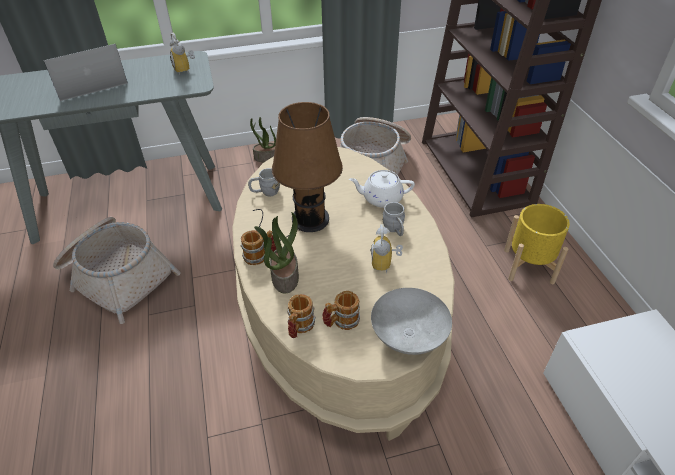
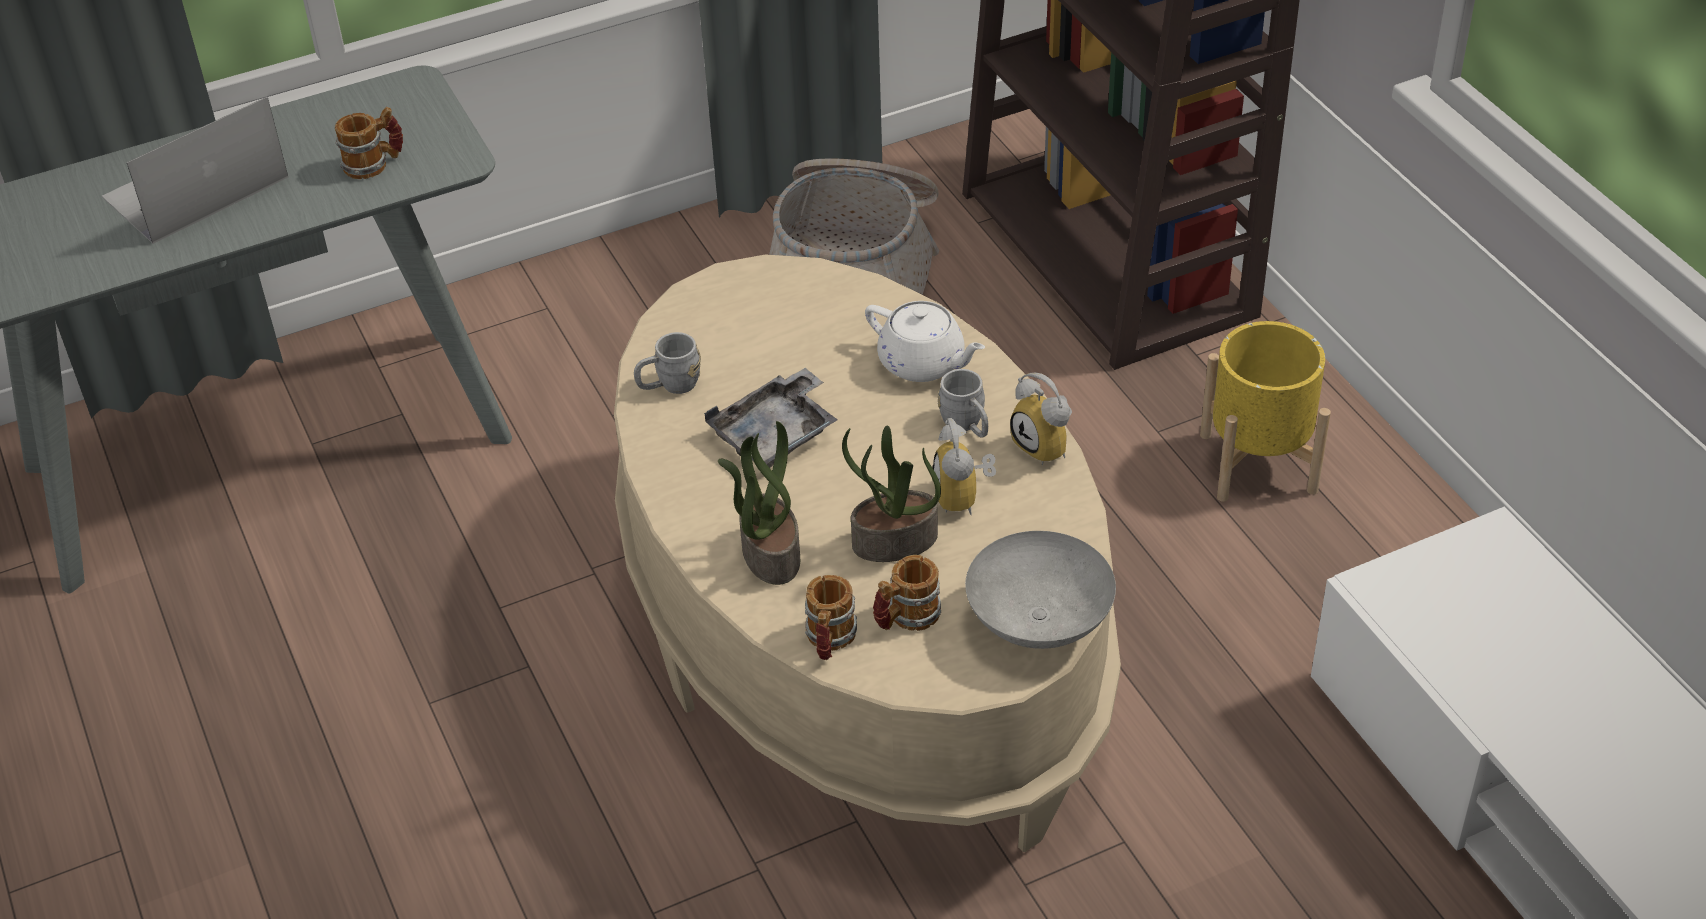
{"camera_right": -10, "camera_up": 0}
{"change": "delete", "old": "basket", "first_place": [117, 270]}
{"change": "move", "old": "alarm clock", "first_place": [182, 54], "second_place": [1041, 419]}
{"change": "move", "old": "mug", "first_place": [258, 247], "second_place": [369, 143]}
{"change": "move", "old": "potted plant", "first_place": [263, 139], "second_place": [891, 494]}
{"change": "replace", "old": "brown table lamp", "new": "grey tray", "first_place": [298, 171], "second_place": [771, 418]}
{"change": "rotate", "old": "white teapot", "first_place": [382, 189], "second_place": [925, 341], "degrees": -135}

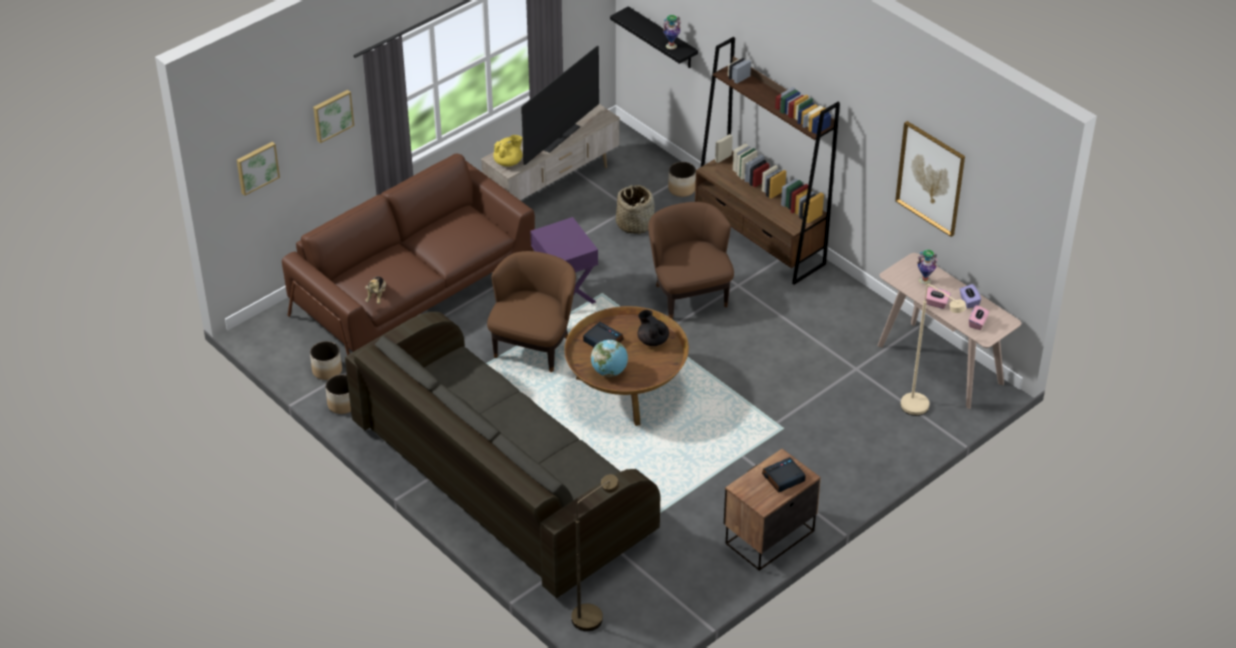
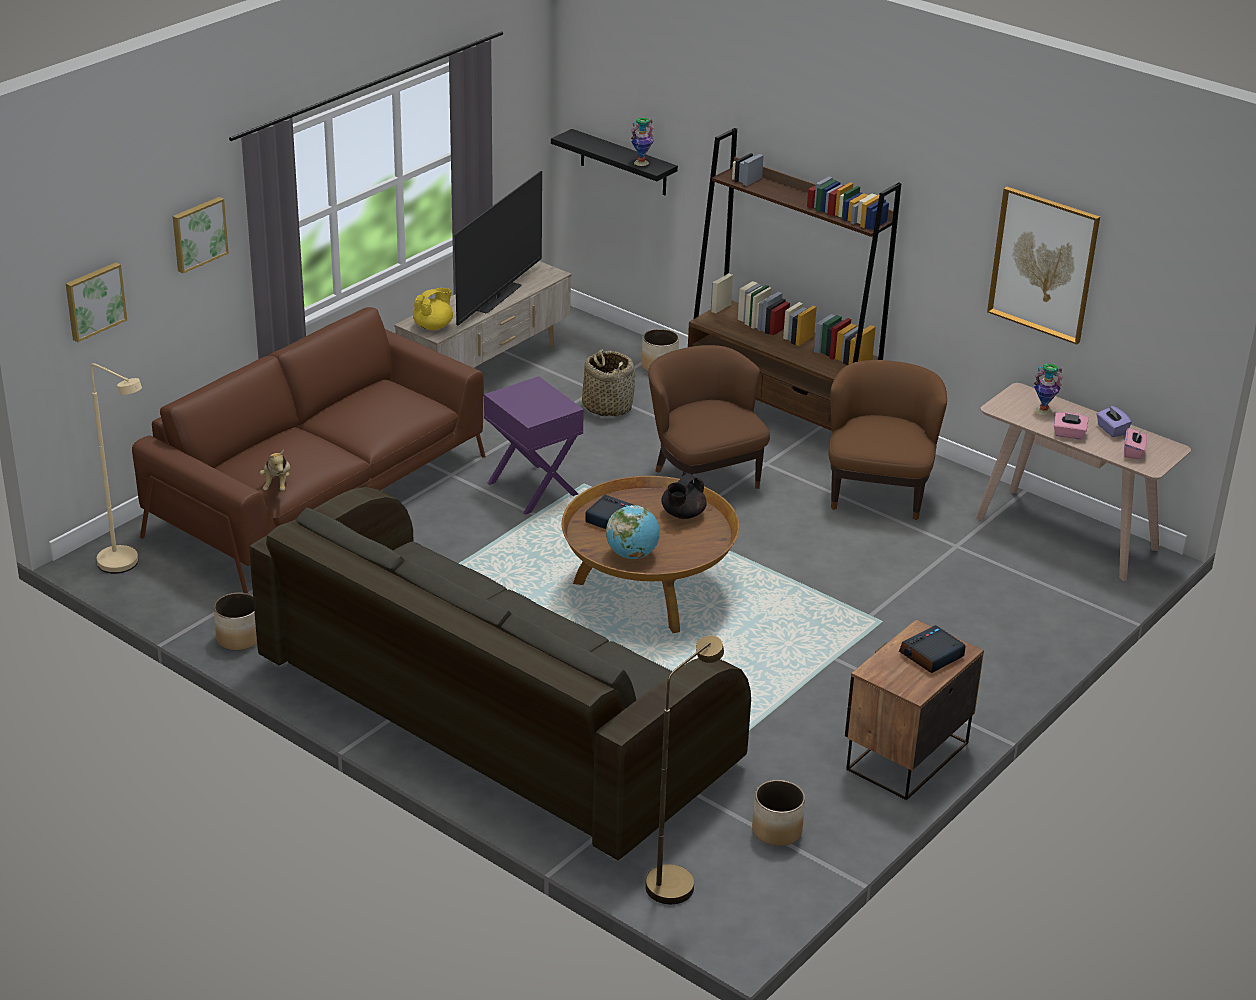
{"camera_right": -10, "camera_up": -10}
{"change": "move", "old": "planter", "first_place": [326, 360], "second_place": [778, 813]}
{"change": "move", "old": "brown armchair", "first_place": [531, 311], "second_place": [888, 440]}
{"change": "move", "old": "beige floor lamp", "first_place": [933, 350], "second_place": [116, 468]}
{"change": "rotate", "old": "black teapot", "first_place": [653, 328], "second_place": [684, 495], "degrees": -105}

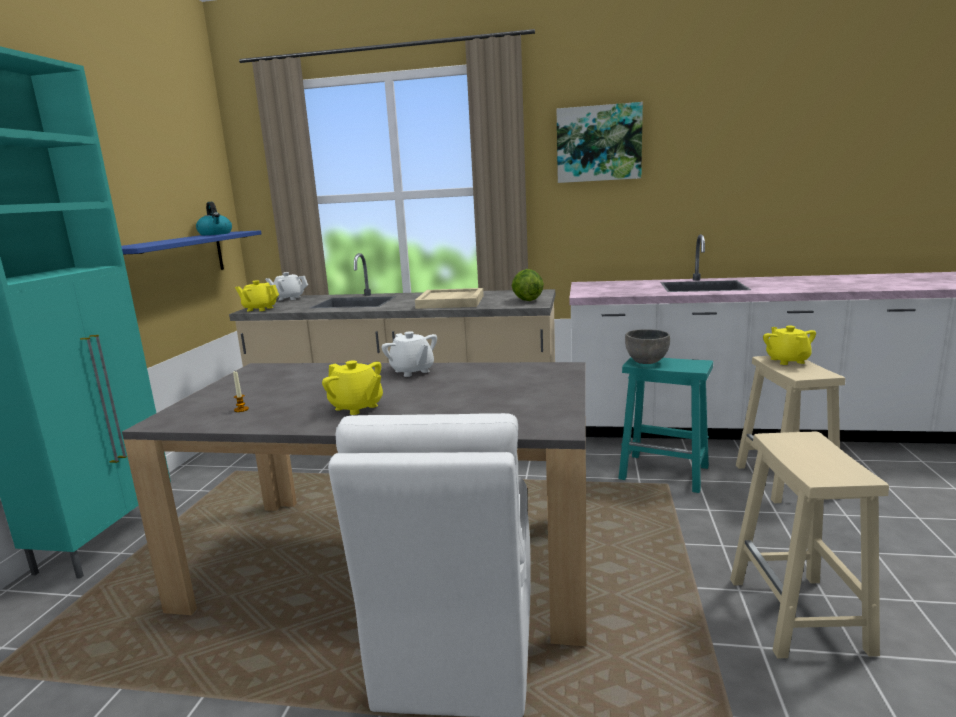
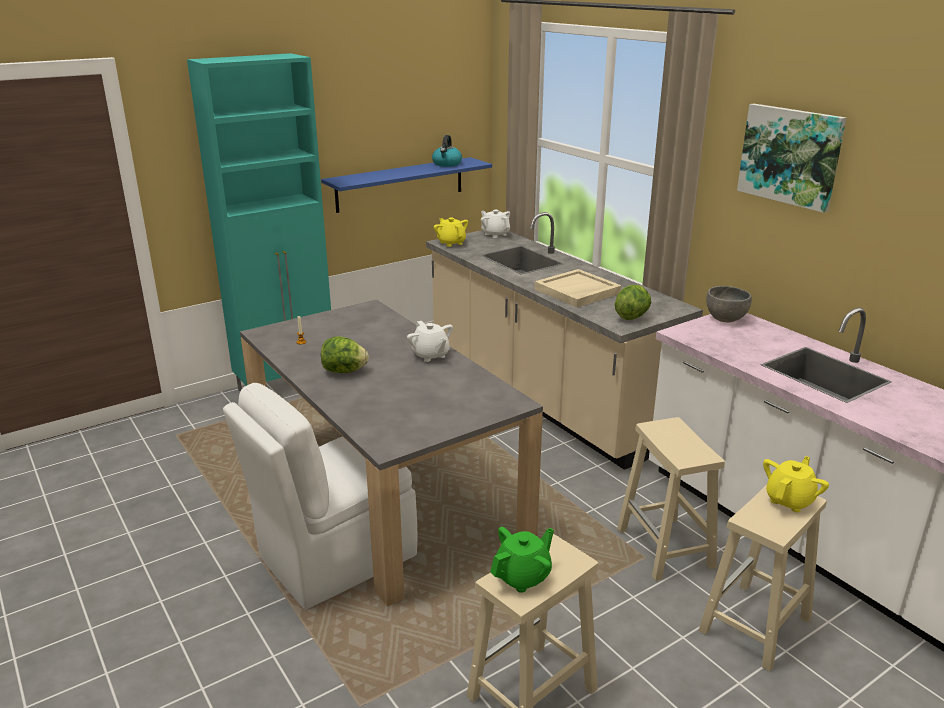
{"camera_right": 45, "camera_up": 10}
{"change": "insert", "new": "green teapot", "second_place": [522, 560]}
{"change": "move", "old": "grey bowl", "first_place": [647, 346], "second_place": [729, 304]}
{"change": "replace", "old": "yellow teapot", "new": "lettuce", "first_place": [352, 387], "second_place": [345, 354]}
{"change": "recolor", "old": "turquoise stool", "new": "beige stool", "first_place": [665, 425], "second_place": [671, 499]}
{"change": "rotate", "old": "white teapot", "first_place": [409, 354], "second_place": [430, 341], "degrees": -45}

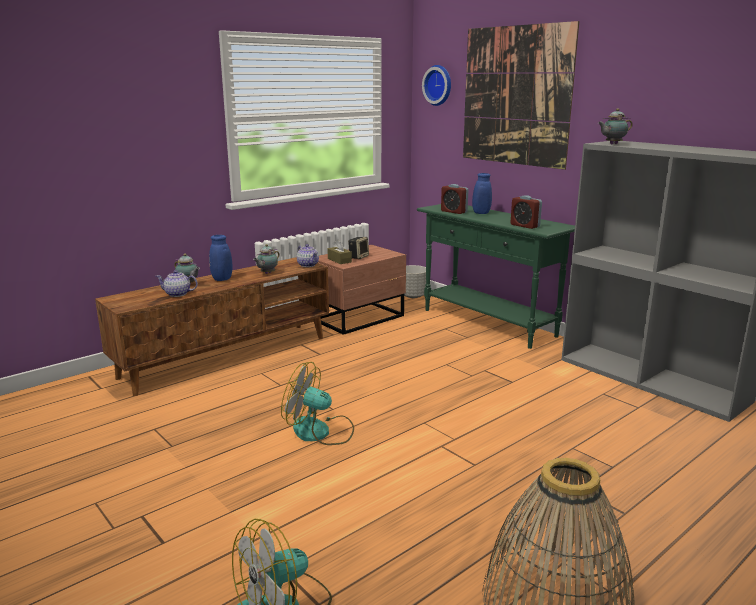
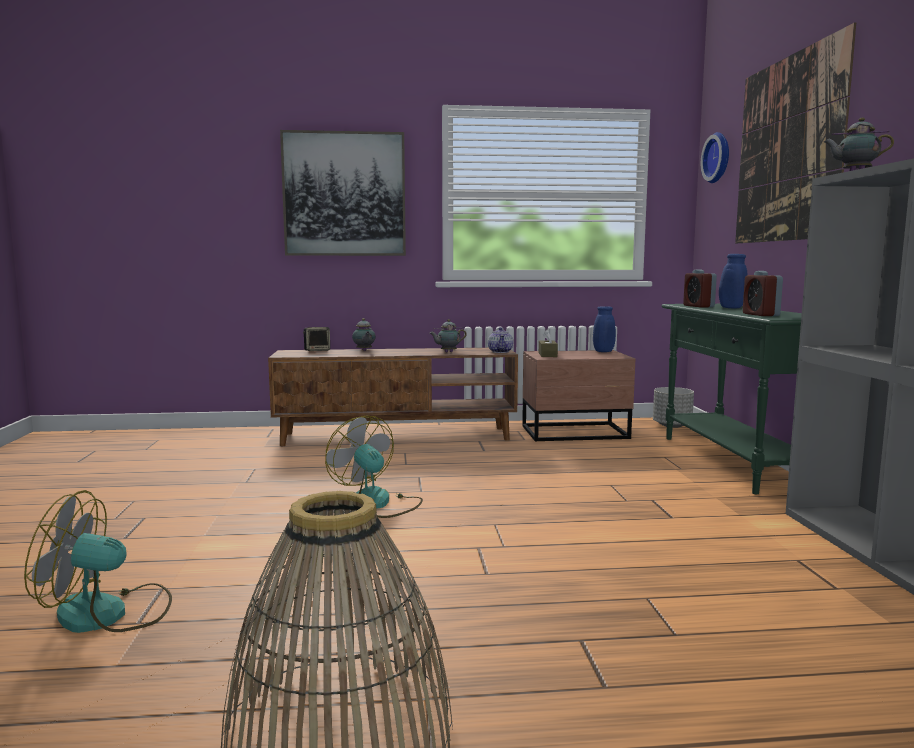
{"camera_right": 35, "camera_up": -10}
{"change": "delete", "old": "teapot", "first_place": [177, 283]}
{"change": "insert", "new": "picture", "second_place": [343, 193]}
{"change": "move", "old": "blue vase", "first_place": [221, 258], "second_place": [604, 329]}
{"change": "move", "old": "speaker", "first_place": [358, 248], "second_place": [316, 339]}

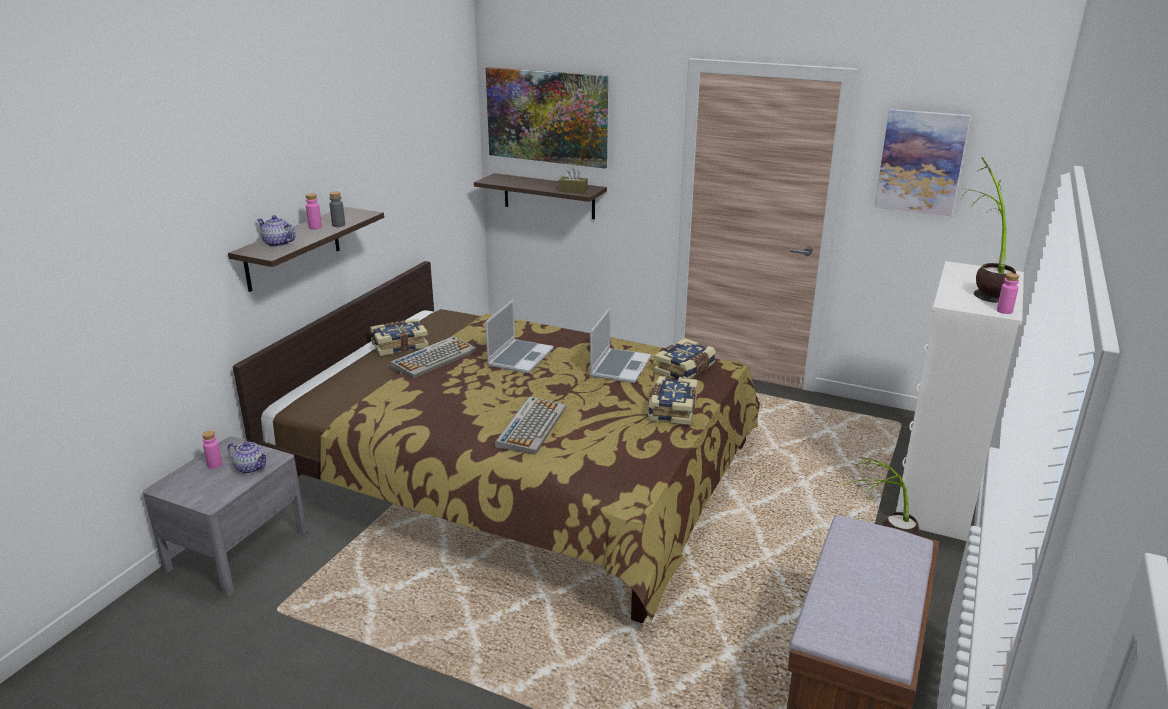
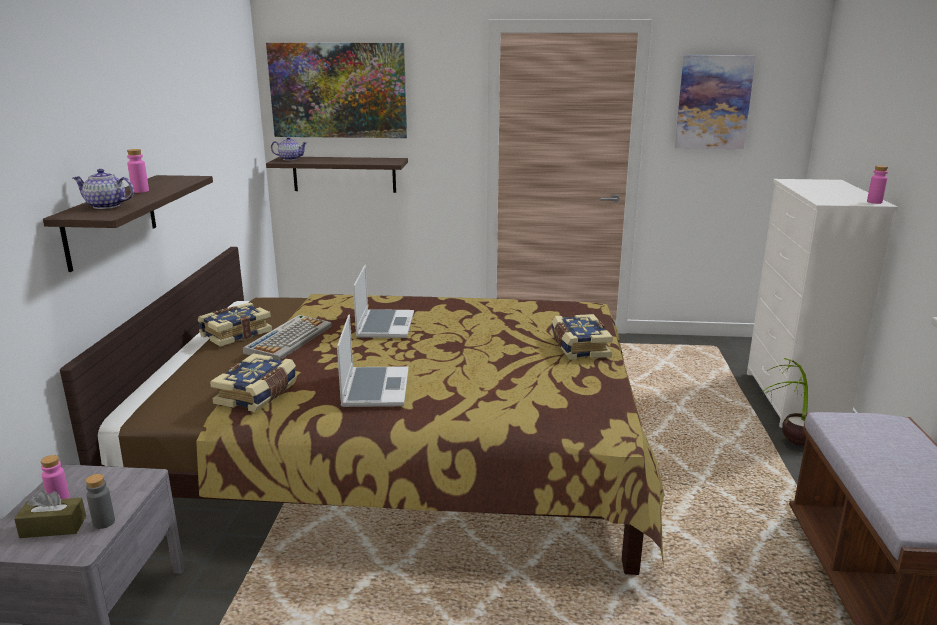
{"camera_right": -20, "camera_up": -5}
{"change": "delete", "old": "keyboard", "first_place": [530, 425]}
{"change": "delete", "old": "potted plant", "first_place": [988, 230]}
{"change": "move", "old": "teapot", "first_place": [248, 457], "second_place": [289, 148]}
{"change": "move", "old": "grey bottle", "first_place": [337, 209], "second_place": [100, 501]}
{"change": "move", "old": "brown tissue box", "first_place": [573, 180], "second_place": [50, 513]}
{"change": "move", "old": "laptop", "first_place": [620, 345], "second_place": [373, 361]}
{"change": "move", "old": "book", "first_place": [684, 358], "second_place": [253, 382]}

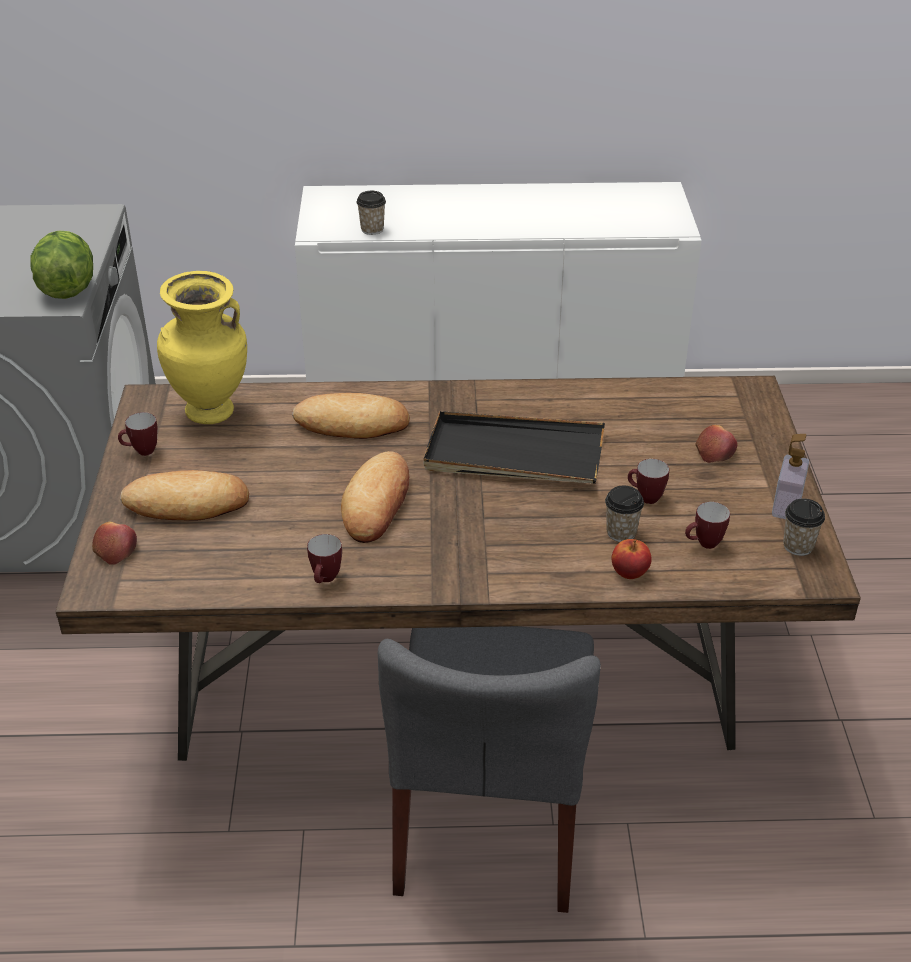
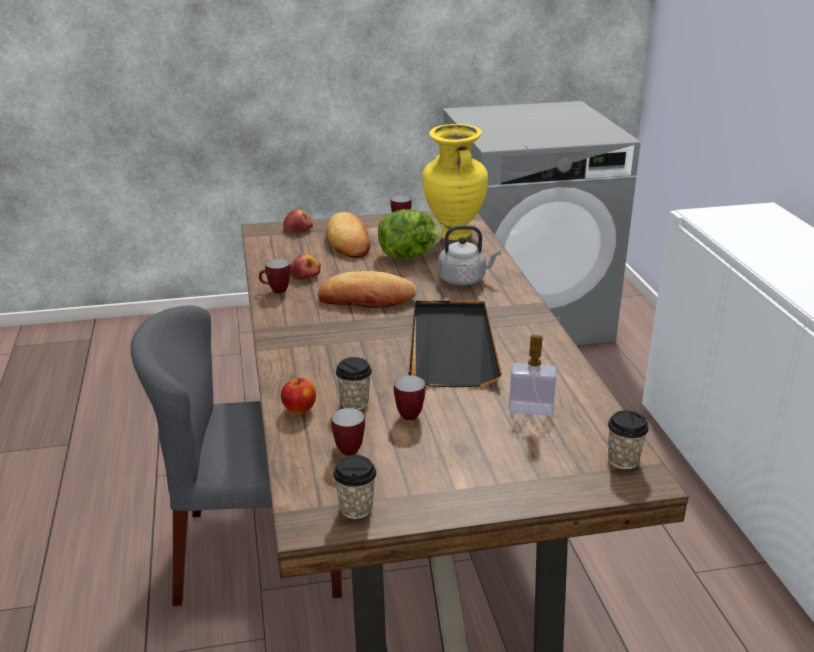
{"camera_right": 80, "camera_up": -10}
{"change": "move", "old": "lettuce", "first_place": [61, 265], "second_place": [411, 234]}
{"change": "move", "old": "cup", "first_place": [371, 213], "second_place": [628, 439]}
{"change": "move", "old": "apple", "first_place": [716, 444], "second_place": [305, 266]}
{"change": "move", "old": "soap dispenser", "first_place": [790, 476], "second_place": [533, 375]}
{"change": "replace", "old": "bread", "new": "grey kettle", "first_place": [351, 416], "second_place": [469, 255]}

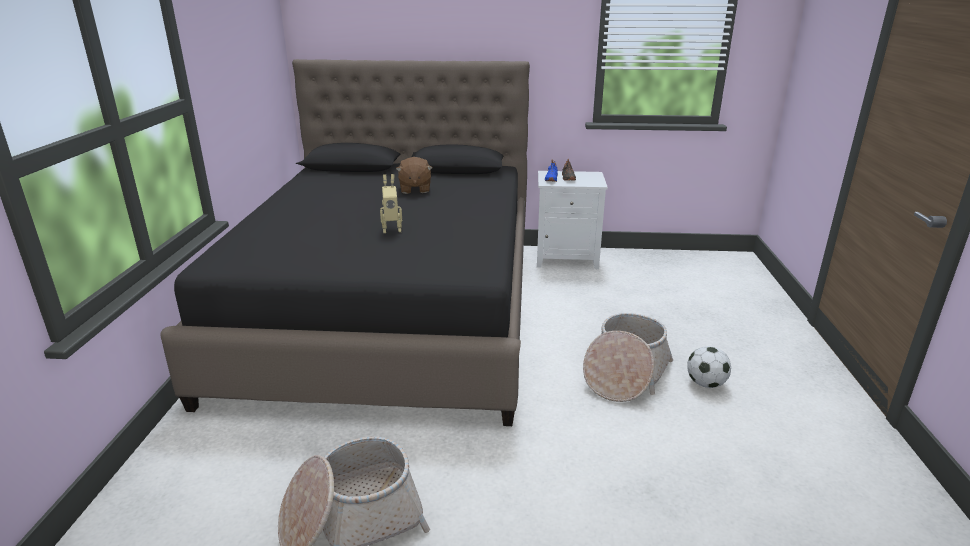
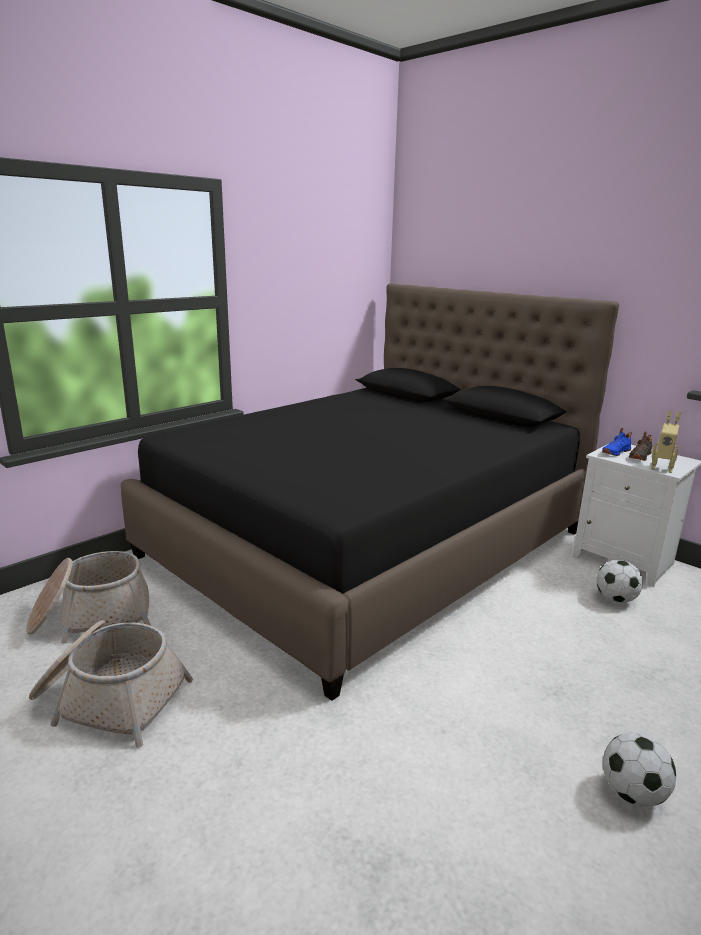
{"camera_right": 40, "camera_up": -5}
{"change": "delete", "old": "brown plush toy", "first_place": [414, 175]}
{"change": "insert", "new": "football", "second_place": [619, 581]}
{"change": "move", "old": "toy robot", "first_place": [391, 203], "second_place": [666, 442]}
{"change": "move", "old": "basket", "first_place": [628, 357], "second_place": [88, 597]}

